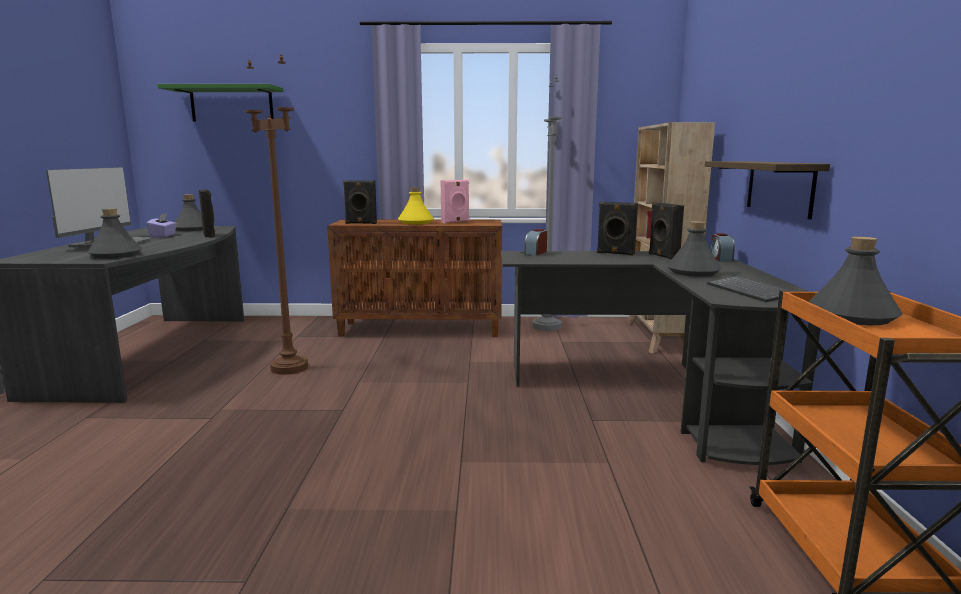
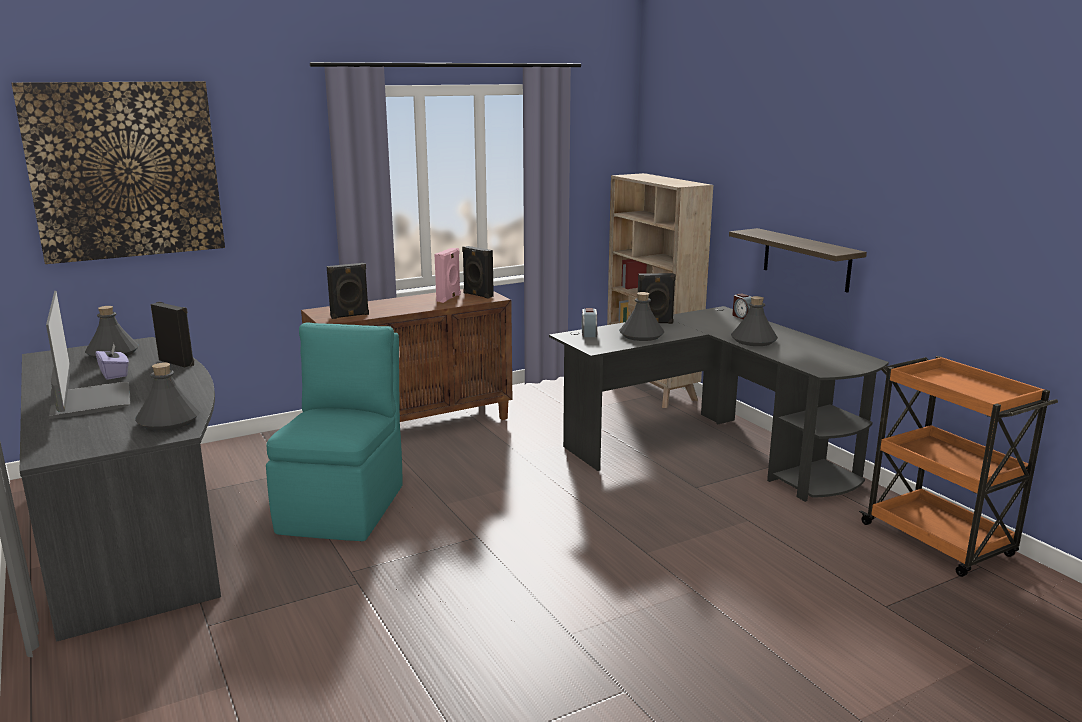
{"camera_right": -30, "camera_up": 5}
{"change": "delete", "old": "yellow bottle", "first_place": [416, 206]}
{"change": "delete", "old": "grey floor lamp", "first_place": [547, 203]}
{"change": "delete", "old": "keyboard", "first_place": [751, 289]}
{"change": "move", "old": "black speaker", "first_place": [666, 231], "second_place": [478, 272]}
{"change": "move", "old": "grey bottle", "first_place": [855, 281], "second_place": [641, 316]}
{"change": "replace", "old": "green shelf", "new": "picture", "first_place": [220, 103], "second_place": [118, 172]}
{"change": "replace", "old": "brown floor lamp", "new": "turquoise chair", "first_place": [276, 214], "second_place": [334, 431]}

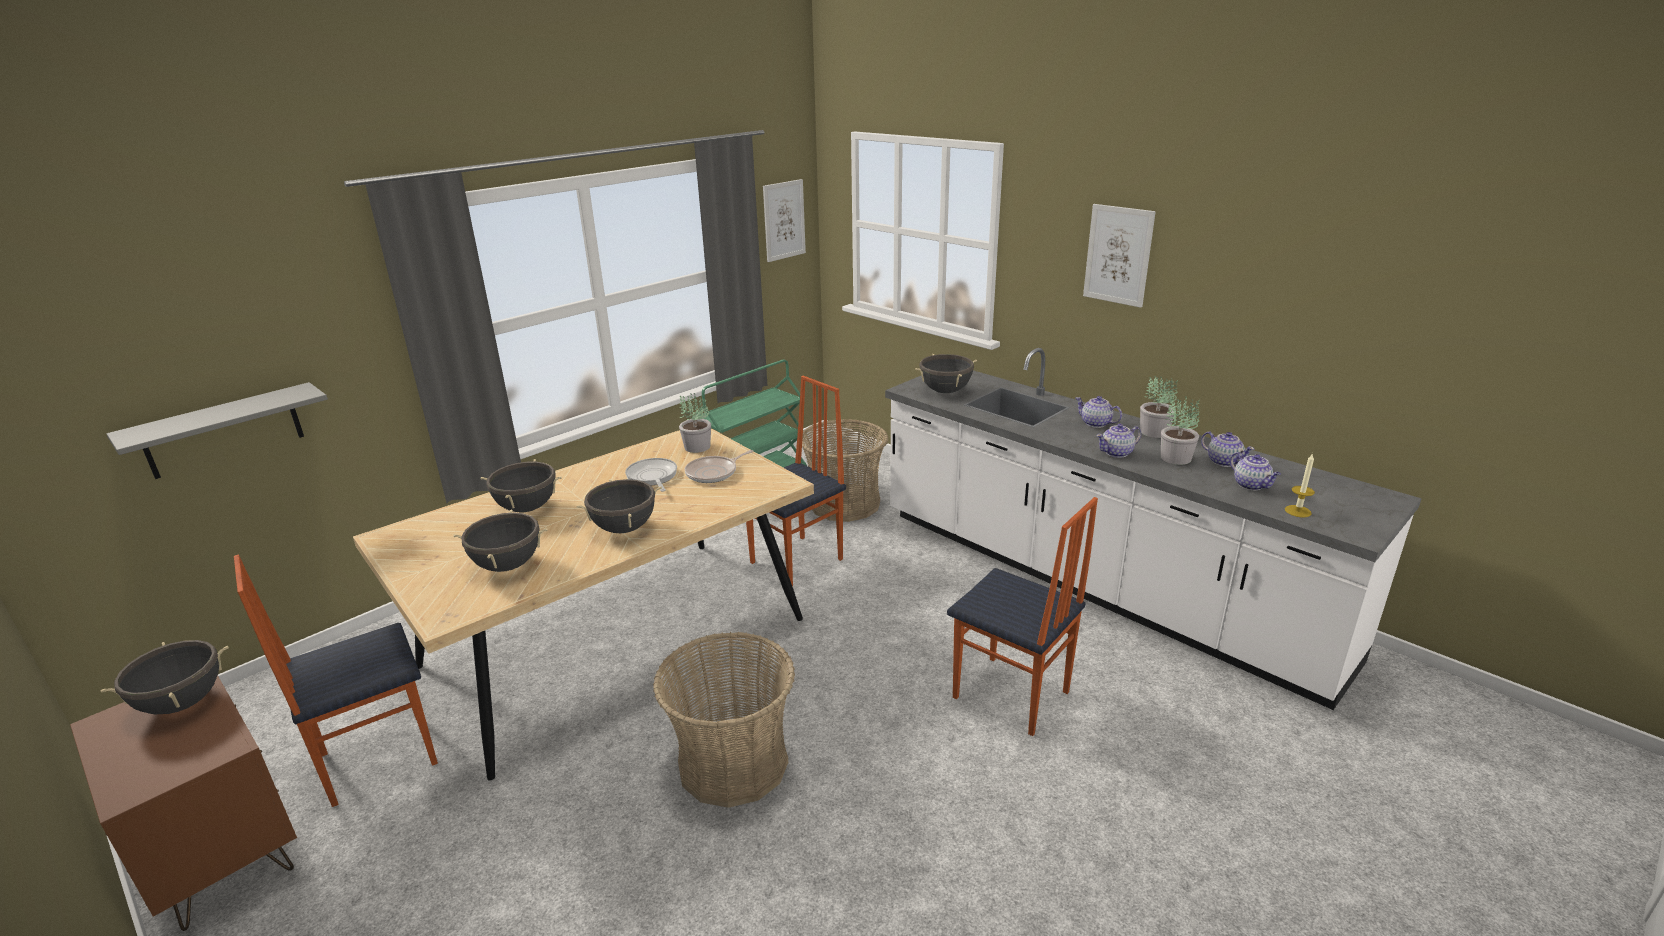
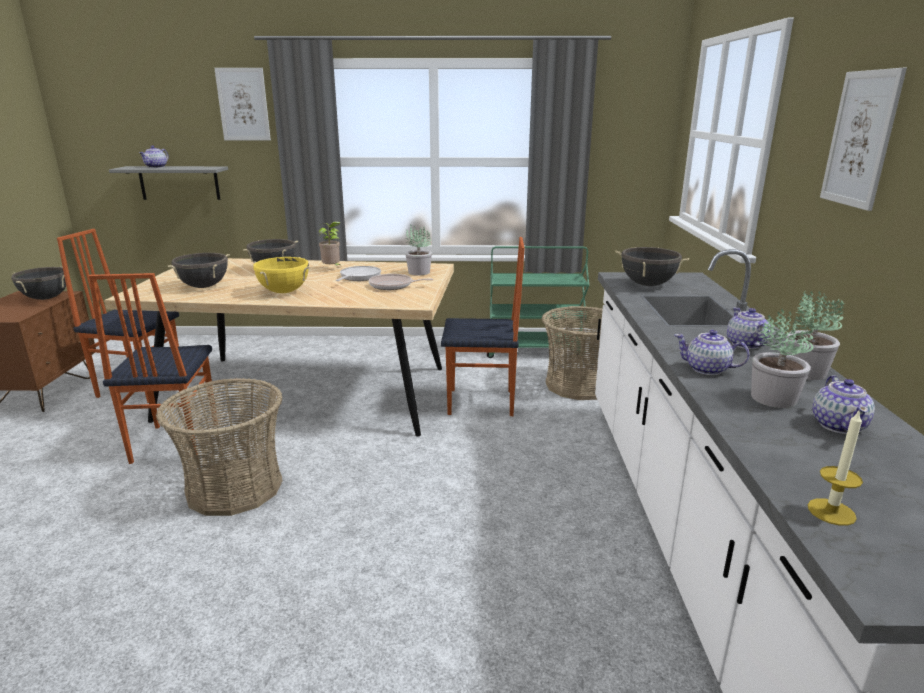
{"camera_right": 45, "camera_up": -5}
{"change": "insert", "new": "potted plant", "second_place": [329, 243]}
{"change": "move", "old": "picture", "first_place": [784, 220], "second_place": [242, 104]}
{"change": "move", "old": "chair", "first_place": [1022, 616], "second_place": [153, 368]}
{"change": "move", "old": "teapot", "first_place": [1255, 471], "second_place": [154, 157]}
{"change": "recolor", "old": "black cooking pot", "new": "yellow cooking pot", "first_place": [619, 506], "second_place": [282, 275]}

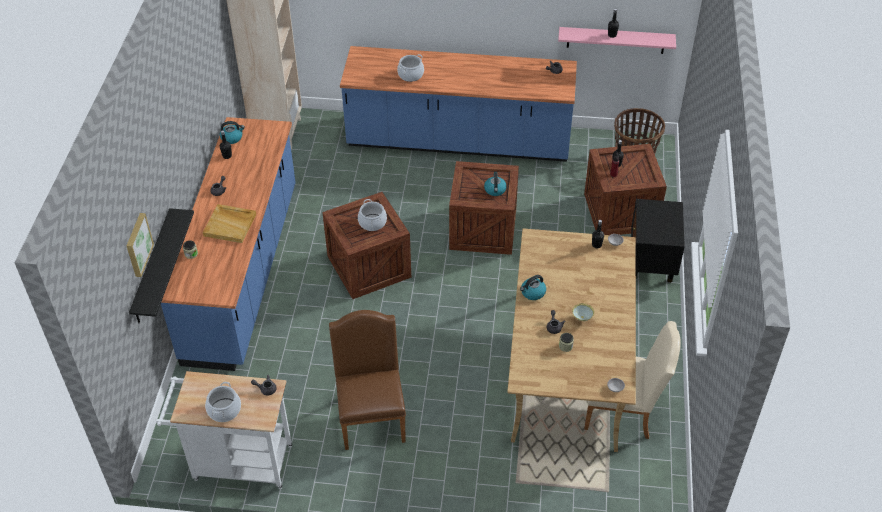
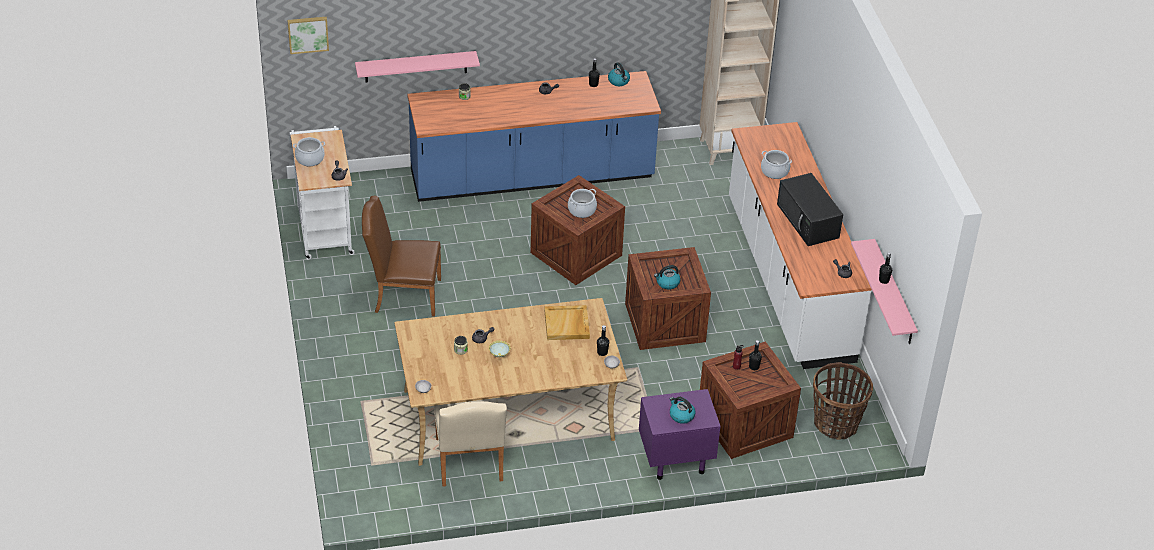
{"camera_right": 70, "camera_up": -5}
{"change": "insert", "new": "black microwave", "second_place": [810, 209]}
{"change": "move", "old": "picture", "first_place": [140, 245], "second_place": [308, 35]}
{"change": "move", "old": "beige tray", "first_place": [229, 223], "second_place": [567, 322]}
{"change": "move", "old": "kettle", "first_place": [533, 287], "second_place": [682, 410]}
{"change": "recolor", "old": "black shelf", "new": "pink shelf", "first_place": [161, 265], "second_place": [417, 66]}
{"change": "recolor", "old": "blue counter", "new": "white counter", "first_place": [458, 104], "second_place": [800, 245]}
{"change": "recolor", "old": "black nightstand", "new": "purple nightstand", "first_place": [658, 241], "second_place": [680, 434]}
{"change": "rotate", "old": "brown chair", "first_place": [367, 380], "second_place": [401, 256], "degrees": -150}

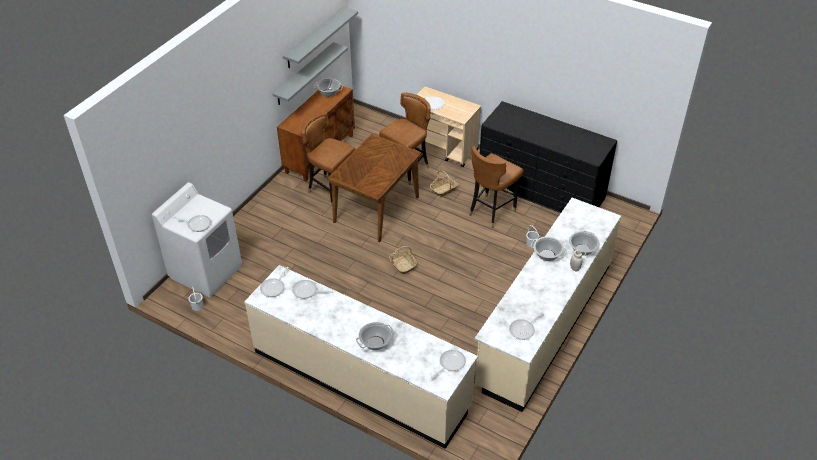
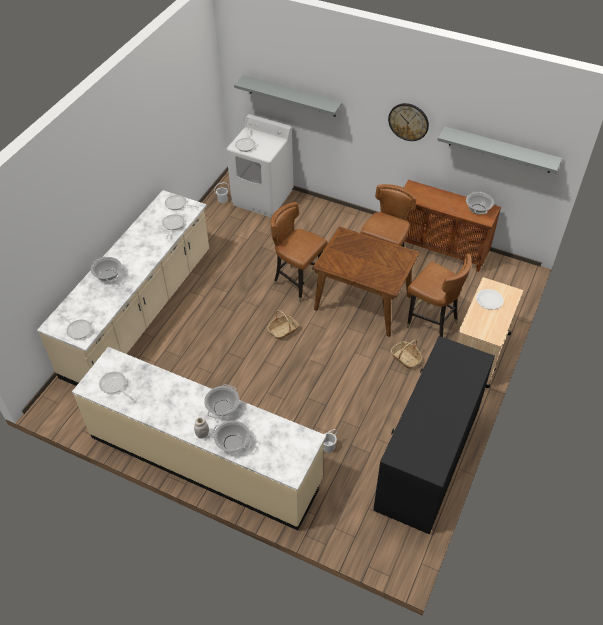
{"camera_right": 85, "camera_up": 5}
{"change": "insert", "new": "wall clock", "second_place": [408, 122]}
{"change": "move", "old": "grey shelf", "first_place": [310, 73], "second_place": [288, 96]}
{"change": "move", "old": "brown chair", "first_place": [496, 187], "second_place": [299, 252]}

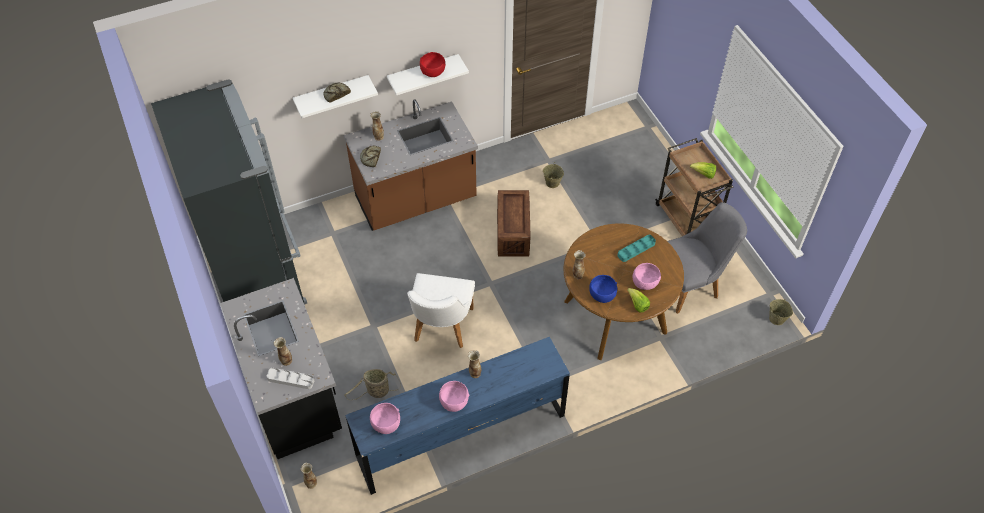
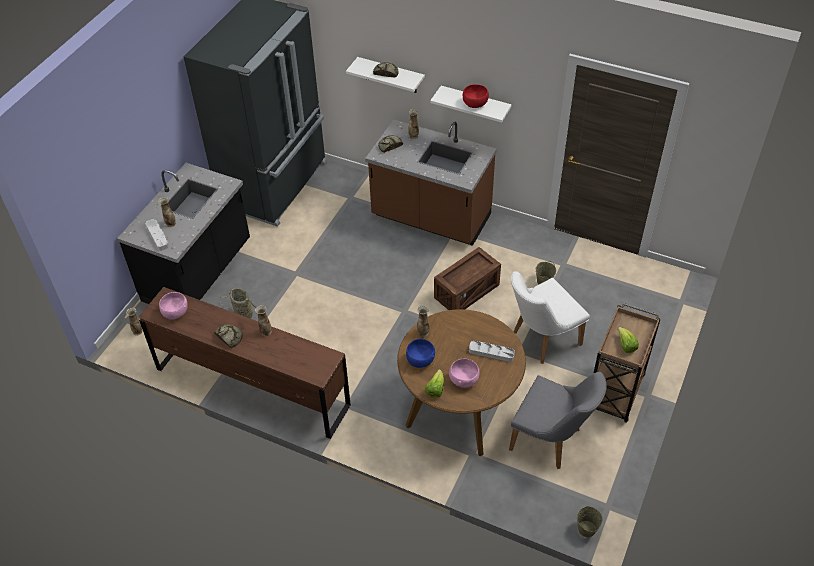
{"camera_right": 50, "camera_up": -5}
{"change": "move", "old": "white chair", "first_place": [441, 310], "second_place": [550, 317]}
{"change": "replace", "old": "pink bowl", "new": "bread", "first_place": [454, 396], "second_place": [228, 336]}
{"change": "recolor", "old": "blue dresser", "new": "brown dresser", "first_place": [457, 416], "second_place": [244, 363]}
{"change": "recolor", "old": "turquoise tray", "new": "grey tray", "first_place": [636, 248], "second_place": [492, 351]}

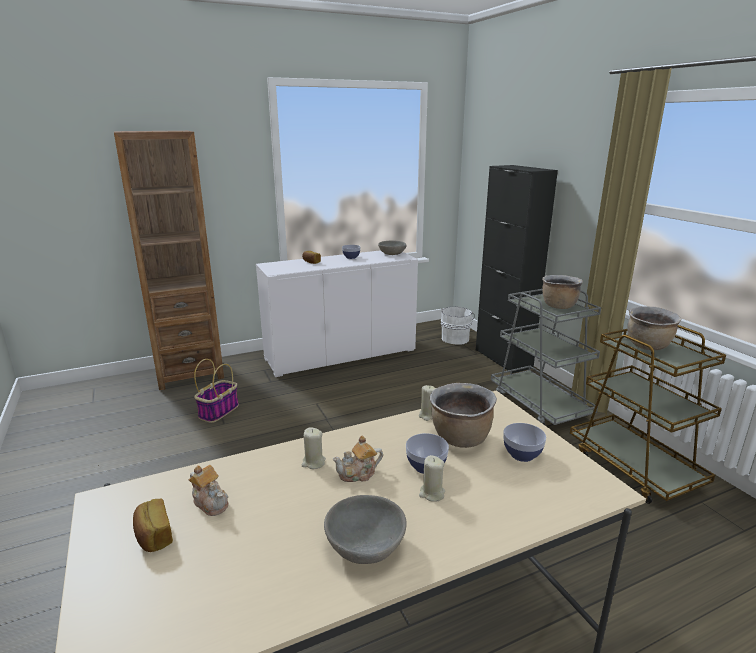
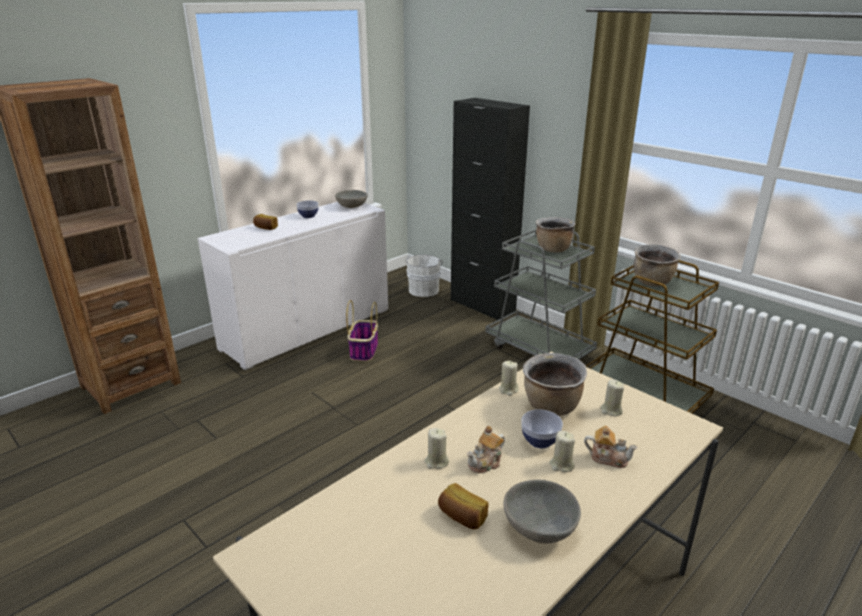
{"camera_right": -20, "camera_up": 5}
{"change": "move", "old": "bread", "first_place": [153, 525], "second_place": [463, 506]}
{"change": "move", "old": "teapot", "first_place": [209, 490], "second_place": [611, 447]}
{"change": "move", "old": "basket", "first_place": [216, 391], "second_place": [362, 331]}
{"change": "replace", "old": "bowl", "new": "beige candle", "first_place": [524, 442], "second_place": [612, 397]}

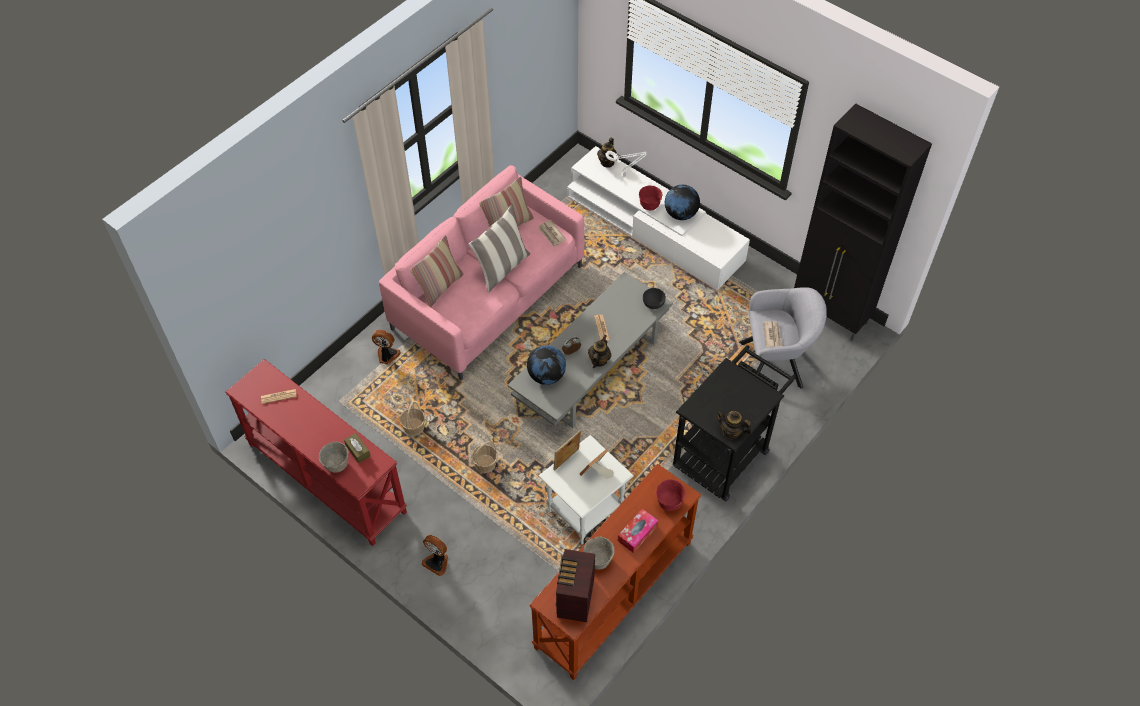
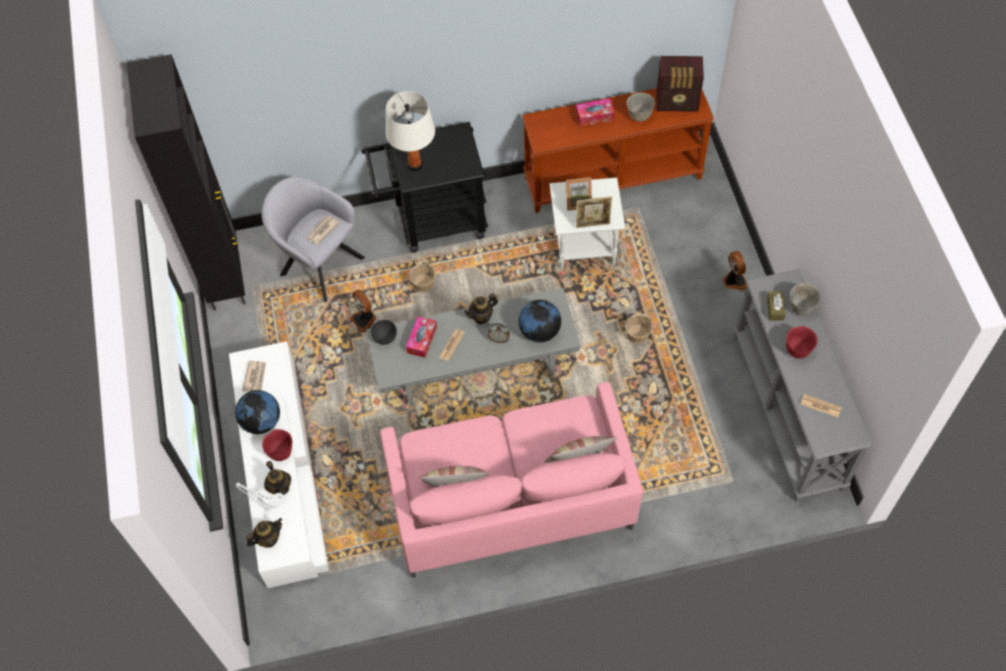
{"camera_right": -140, "camera_up": 5}
{"change": "delete", "old": "pillow", "first_place": [499, 249]}
{"change": "insert", "new": "white table lamp", "second_place": [410, 131]}
{"change": "insert", "new": "tissue box", "second_place": [421, 337]}
{"change": "move", "old": "fan", "first_place": [386, 347], "second_place": [363, 311]}
{"change": "move", "old": "basket", "first_place": [412, 419], "second_place": [422, 276]}
{"change": "move", "old": "newspaper", "first_place": [552, 233], "second_place": [254, 376]}
{"change": "move", "old": "red bowl", "first_place": [671, 495], "second_place": [802, 342]}
{"change": "move", "old": "teapot", "first_place": [734, 424], "second_place": [277, 478]}
{"change": "recolor", "old": "red console table", "new": "grey console table", "first_place": [316, 452], "second_place": [803, 385]}
{"change": "rotate", "old": "radio", "first_place": [575, 585], "second_place": [680, 84], "degrees": 45}

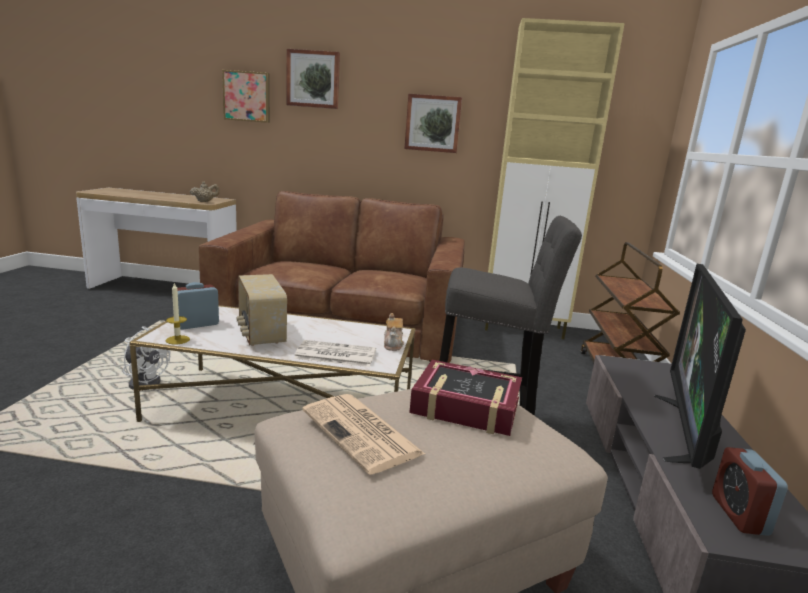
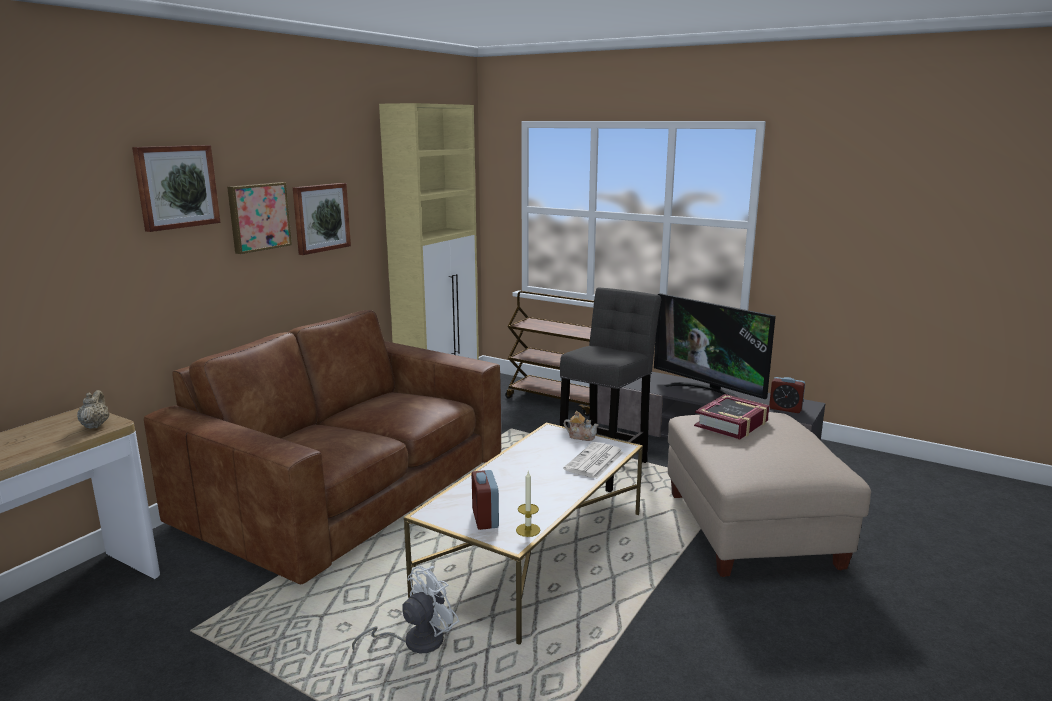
{"camera_right": -65, "camera_up": 0}
{"change": "delete", "old": "radio", "first_place": [261, 310]}
{"change": "delete", "old": "newspaper", "first_place": [363, 434]}
{"change": "move", "old": "picture", "first_place": [246, 96], "second_place": [259, 218]}

